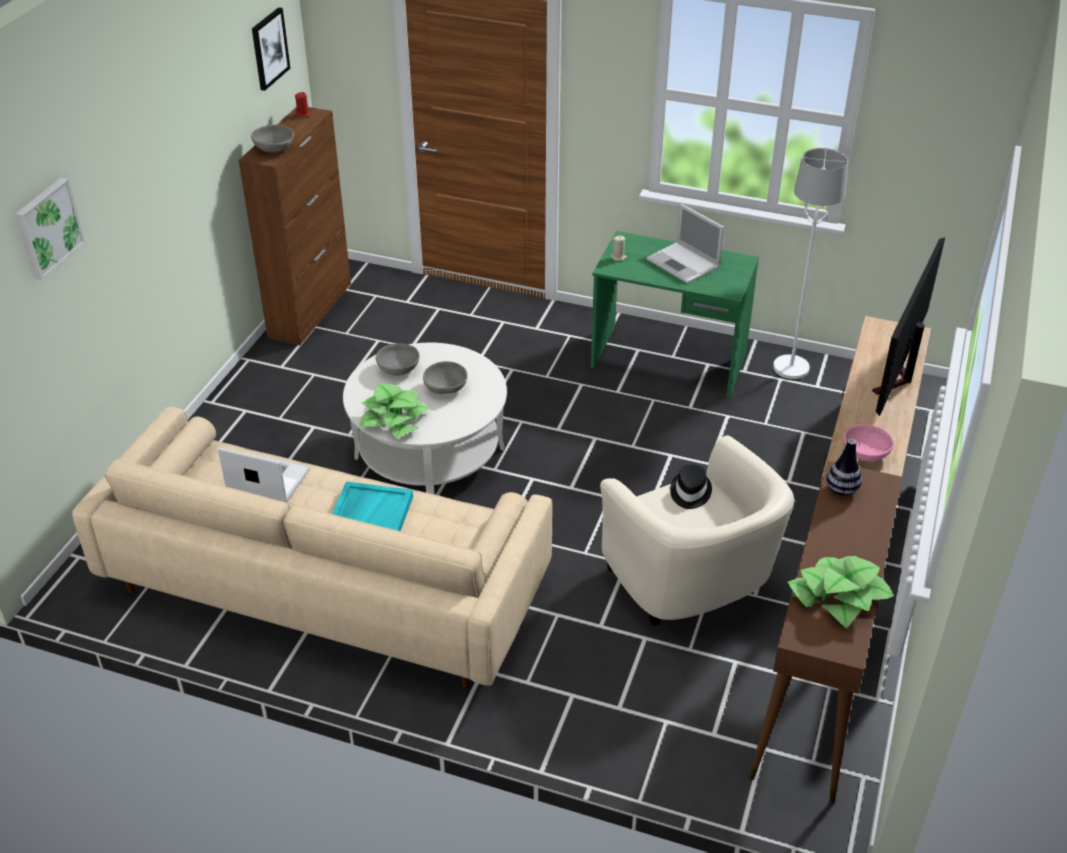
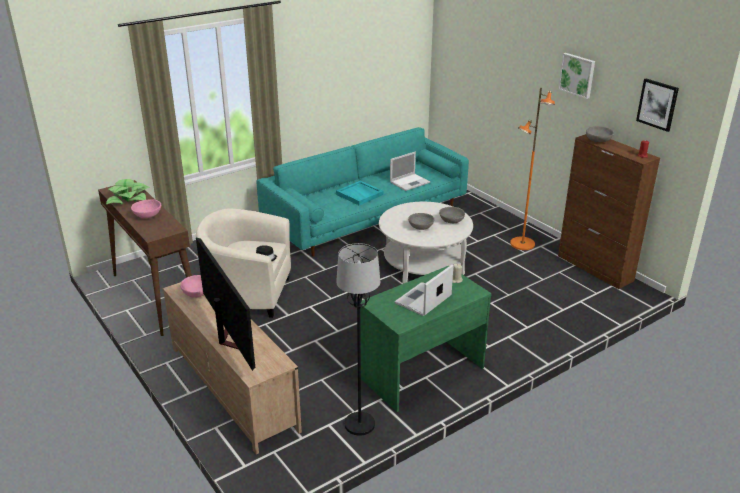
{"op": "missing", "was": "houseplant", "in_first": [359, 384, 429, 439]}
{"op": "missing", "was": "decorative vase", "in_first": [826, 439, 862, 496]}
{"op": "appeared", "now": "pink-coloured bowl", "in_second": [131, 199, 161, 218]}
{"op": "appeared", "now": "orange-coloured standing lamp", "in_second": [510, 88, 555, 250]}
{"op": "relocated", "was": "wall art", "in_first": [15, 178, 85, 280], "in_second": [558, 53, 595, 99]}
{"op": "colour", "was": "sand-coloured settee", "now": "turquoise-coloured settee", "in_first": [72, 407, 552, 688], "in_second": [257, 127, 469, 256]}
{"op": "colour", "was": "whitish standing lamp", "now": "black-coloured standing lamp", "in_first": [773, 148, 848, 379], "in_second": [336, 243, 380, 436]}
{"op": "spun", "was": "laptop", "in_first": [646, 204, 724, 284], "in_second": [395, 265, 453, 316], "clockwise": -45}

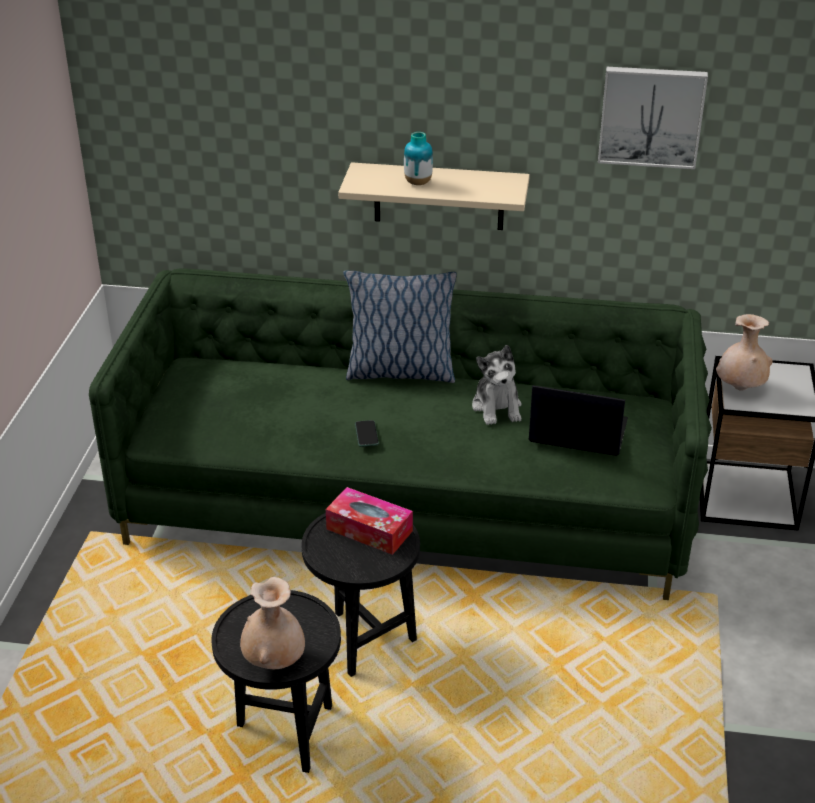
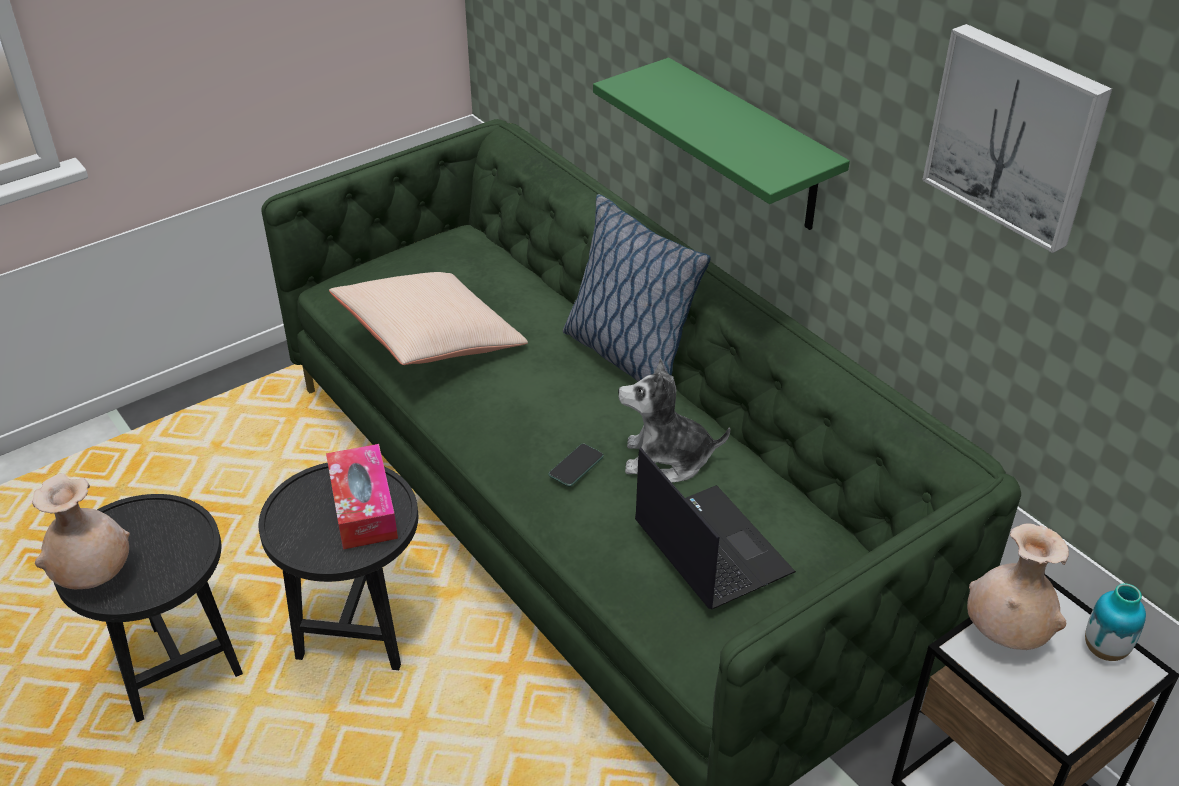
{"op": "appeared", "now": "sand-coloured cushion", "in_second": [329, 272, 528, 365]}
{"op": "relocated", "was": "phone", "in_first": [355, 420, 379, 447], "in_second": [548, 444, 604, 487]}
{"op": "relocated", "was": "decorative vase", "in_first": [404, 132, 433, 185], "in_second": [1085, 583, 1146, 661]}
{"op": "colour", "was": "sand-coloured bracket shelf", "now": "greenish bracket shelf", "in_first": [338, 162, 530, 230], "in_second": [593, 58, 850, 230]}
{"op": "spun", "was": "soft toy", "in_first": [472, 345, 522, 425], "in_second": [618, 358, 730, 483], "clockwise": 60}

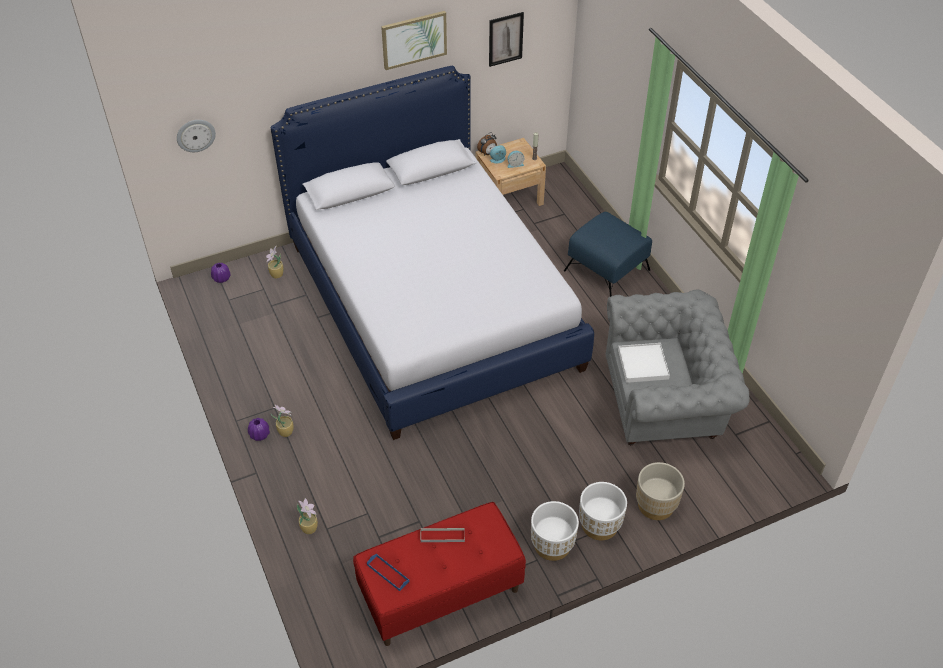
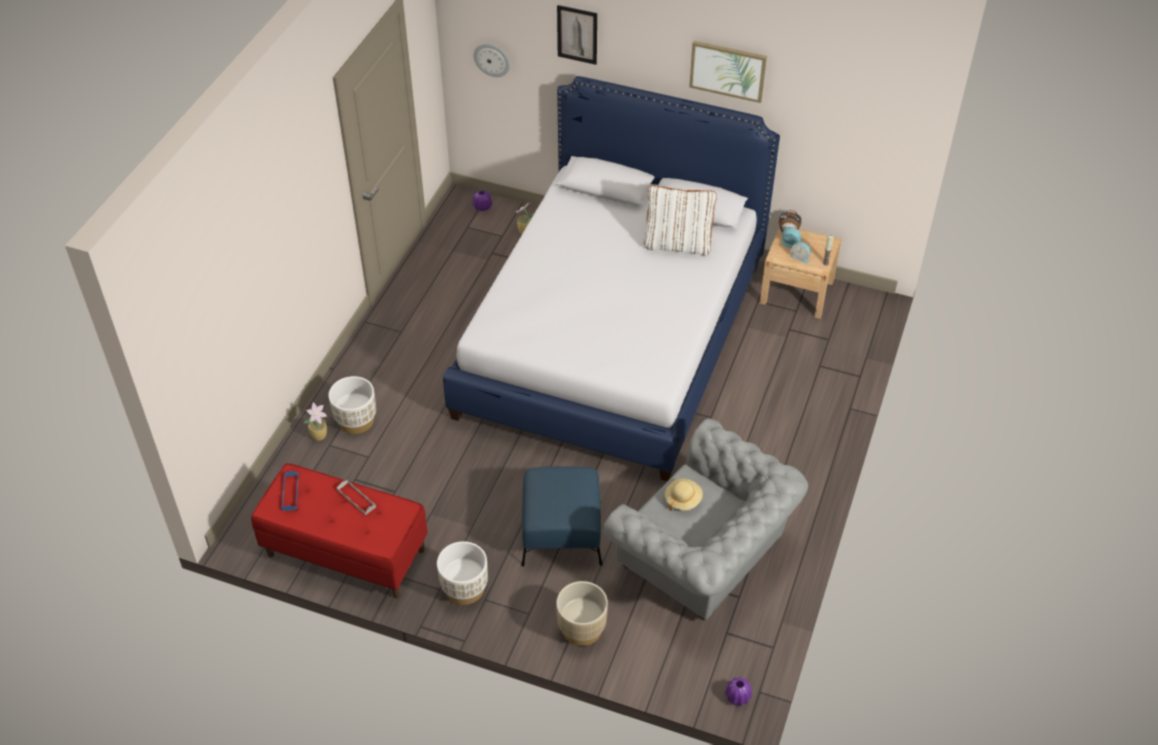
{"op": "missing", "was": "houseplant", "in_first": [271, 405, 293, 437]}
{"op": "appeared", "now": "whitish cushion", "in_second": [644, 185, 717, 255]}
{"op": "relocated", "was": "purple-coloured decorative vase", "in_first": [248, 418, 270, 441], "in_second": [725, 677, 752, 706]}
{"op": "relocated", "was": "wall art", "in_first": [489, 12, 524, 67], "in_second": [557, 5, 597, 65]}
{"op": "relocated", "was": "blue-coloured pouffe", "in_first": [564, 212, 652, 297], "in_second": [521, 467, 602, 567]}
{"op": "relocated", "was": "whitish planter", "in_first": [579, 482, 627, 540], "in_second": [329, 376, 376, 434]}
{"op": "exchanged", "was": "whitish carrying tray", "now": "sand-coloured wearable hat", "in_first": [618, 343, 670, 383], "in_second": [665, 479, 703, 511]}

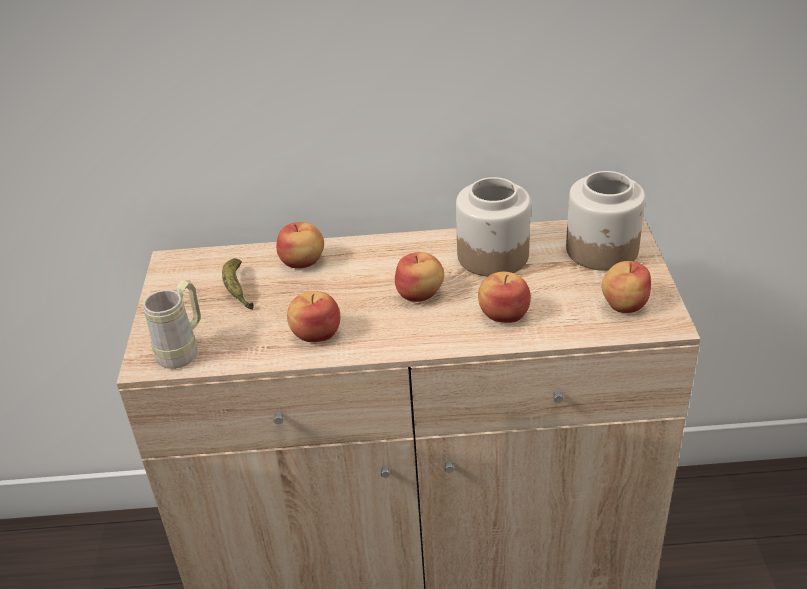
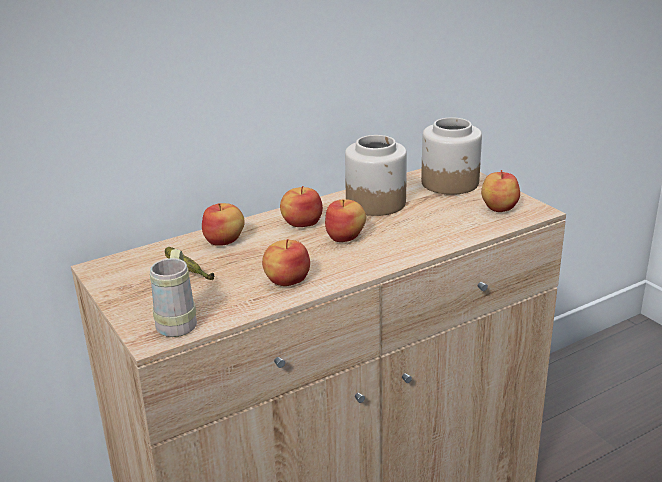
{"op": "relocated", "was": "whole apple", "in_first": [478, 272, 531, 323], "in_second": [280, 186, 323, 227]}

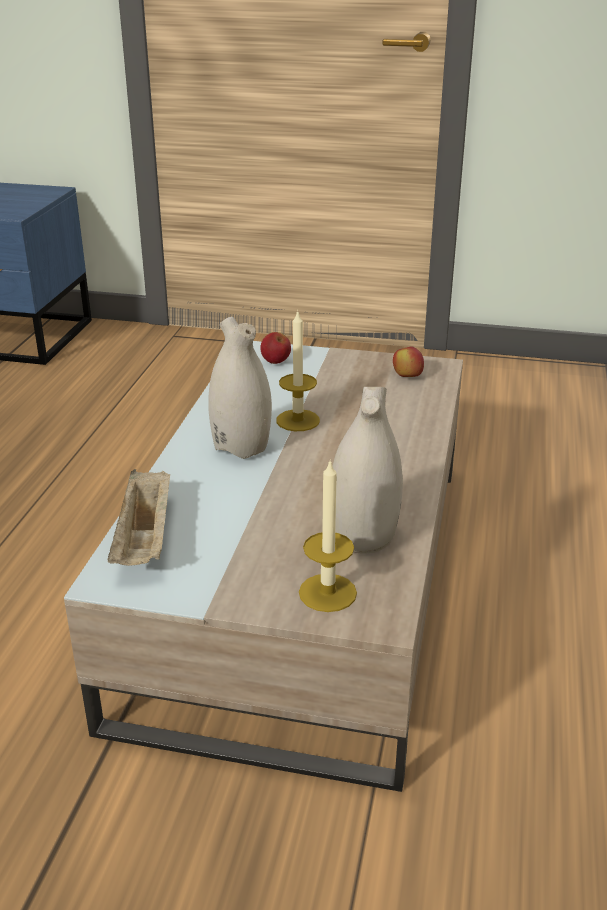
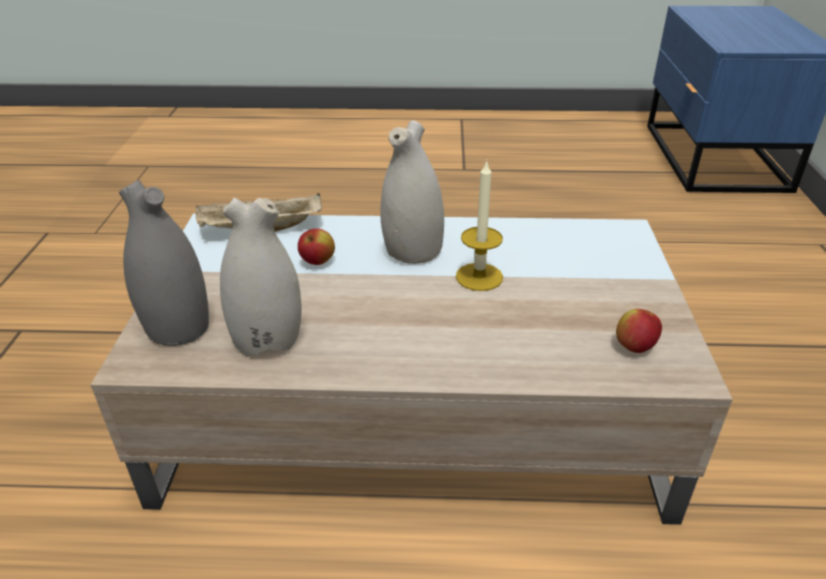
{"op": "relocated", "was": "whole apple", "in_first": [260, 332, 291, 364], "in_second": [298, 228, 335, 265]}
{"op": "exchanged", "was": "wax light", "now": "gray decorative vase", "in_first": [299, 459, 357, 612], "in_second": [119, 180, 209, 346]}

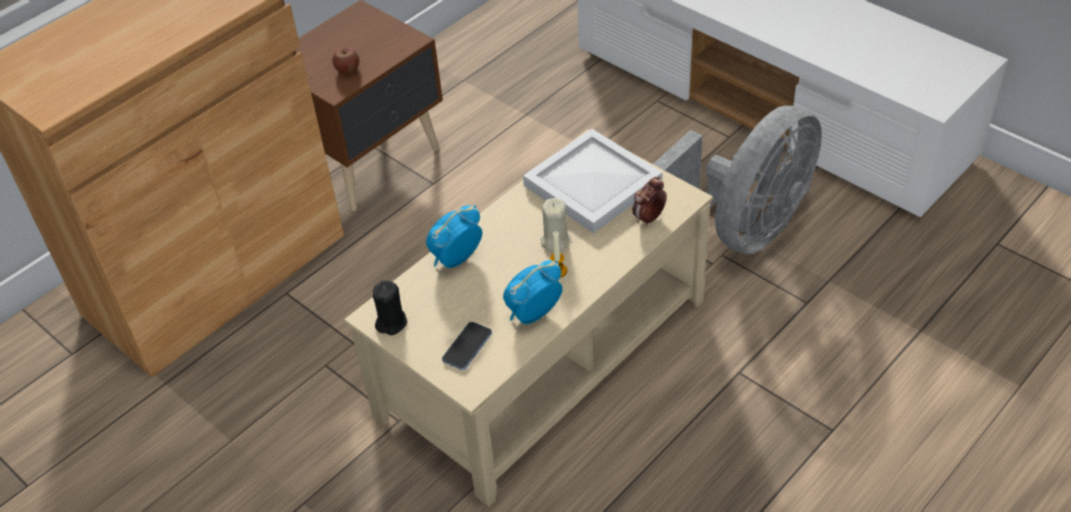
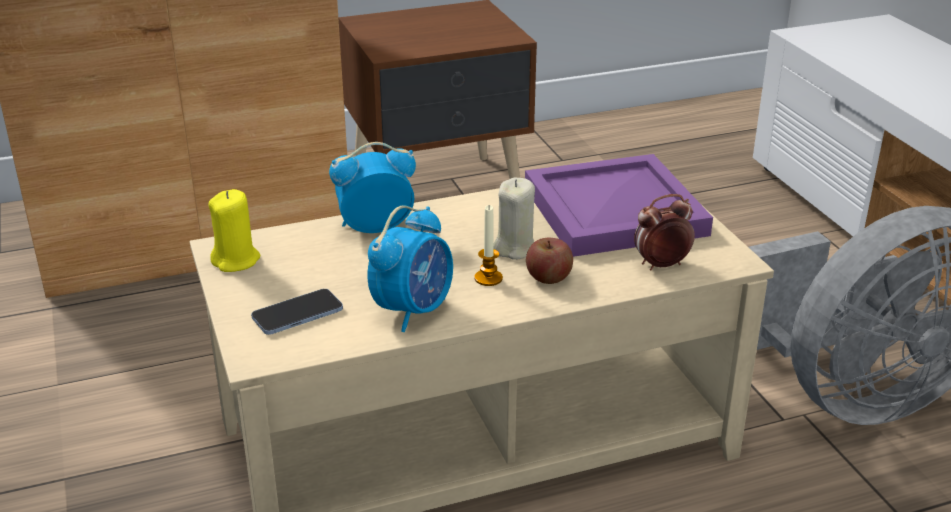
{"op": "relocated", "was": "whole apple", "in_first": [332, 47, 359, 74], "in_second": [526, 238, 573, 284]}
{"op": "colour", "was": "black-coloured wax light", "now": "yellow-coloured wax light", "in_first": [373, 280, 408, 335], "in_second": [208, 189, 260, 272]}
{"op": "colour", "was": "whitish carrying tray", "now": "purple-coloured carrying tray", "in_first": [523, 129, 663, 233], "in_second": [525, 154, 713, 257]}
{"op": "spun", "was": "alarm clock", "in_first": [503, 260, 563, 324], "in_second": [368, 206, 453, 332], "clockwise": 135}

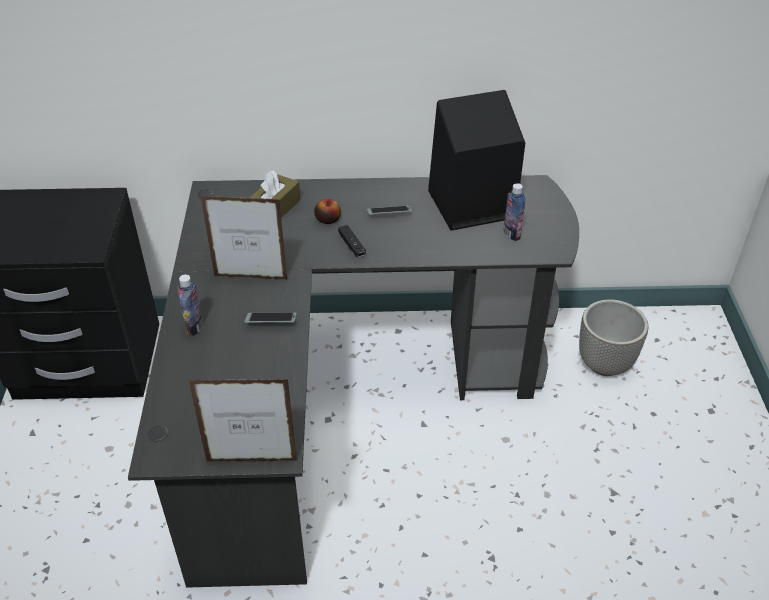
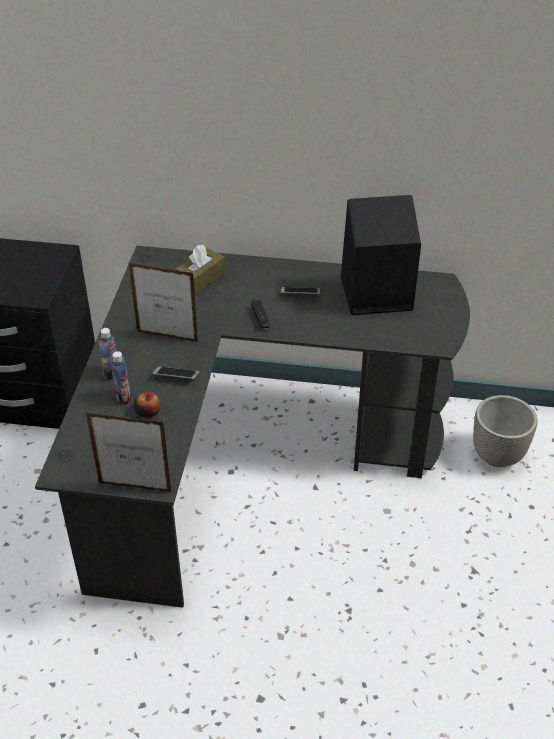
{"op": "relocated", "was": "whole apple", "in_first": [314, 199, 341, 224], "in_second": [134, 392, 161, 418]}
{"op": "relocated", "was": "bottle", "in_first": [503, 183, 525, 241], "in_second": [111, 351, 131, 404]}

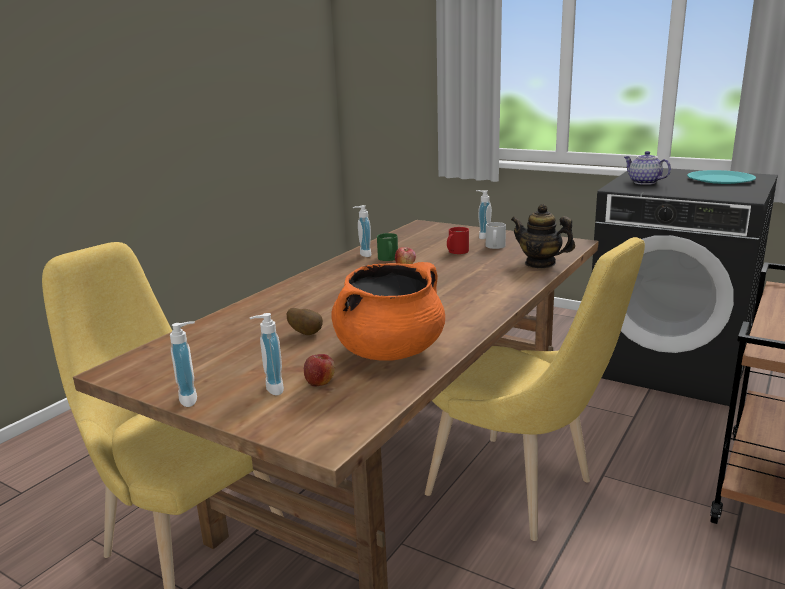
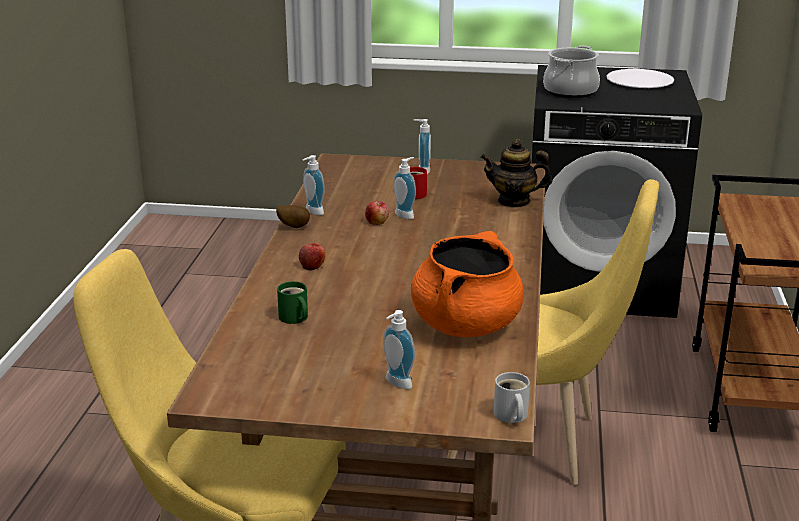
{"op": "relocated", "was": "soap bottle", "in_first": [170, 321, 197, 407], "in_second": [393, 157, 416, 219]}
{"op": "relocated", "was": "potato", "in_first": [287, 308, 323, 335], "in_second": [276, 205, 310, 228]}
{"op": "relocated", "was": "whole apple", "in_first": [304, 354, 335, 387], "in_second": [299, 243, 326, 270]}
{"op": "relocated", "was": "greenish mug", "in_first": [377, 233, 398, 261], "in_second": [277, 281, 308, 324]}
{"op": "relocated", "was": "whitish mug", "in_first": [486, 222, 506, 249], "in_second": [494, 372, 530, 423]}
{"op": "exchanged", "was": "teapot", "now": "stockpot", "in_first": [624, 151, 671, 185], "in_second": [543, 46, 600, 98]}
{"op": "colour", "was": "turquoise-coloured plate", "now": "whitish plate", "in_first": [687, 170, 756, 184], "in_second": [607, 69, 674, 88]}

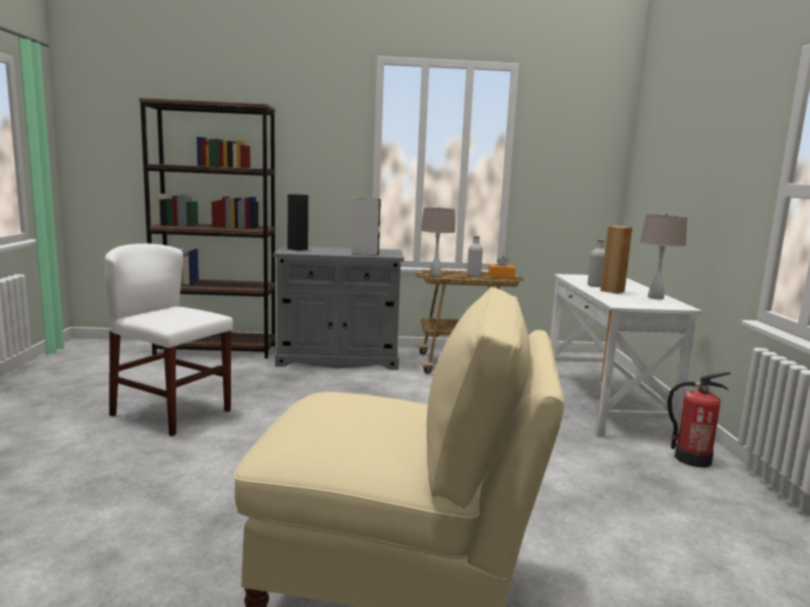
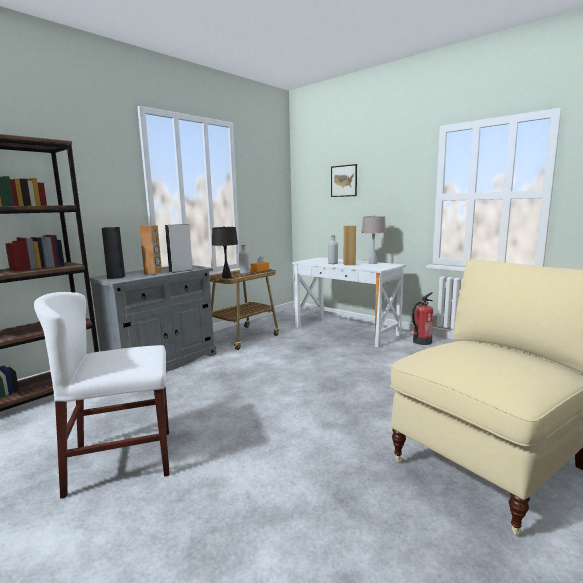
{"op": "appeared", "now": "brownish loudspeaker", "in_second": [139, 225, 162, 274]}
{"op": "appeared", "now": "wall art", "in_second": [331, 164, 357, 197]}
{"op": "colour", "was": "sand-coloured table lamp", "now": "black-coloured table lamp", "in_first": [421, 207, 455, 277], "in_second": [212, 226, 238, 278]}

